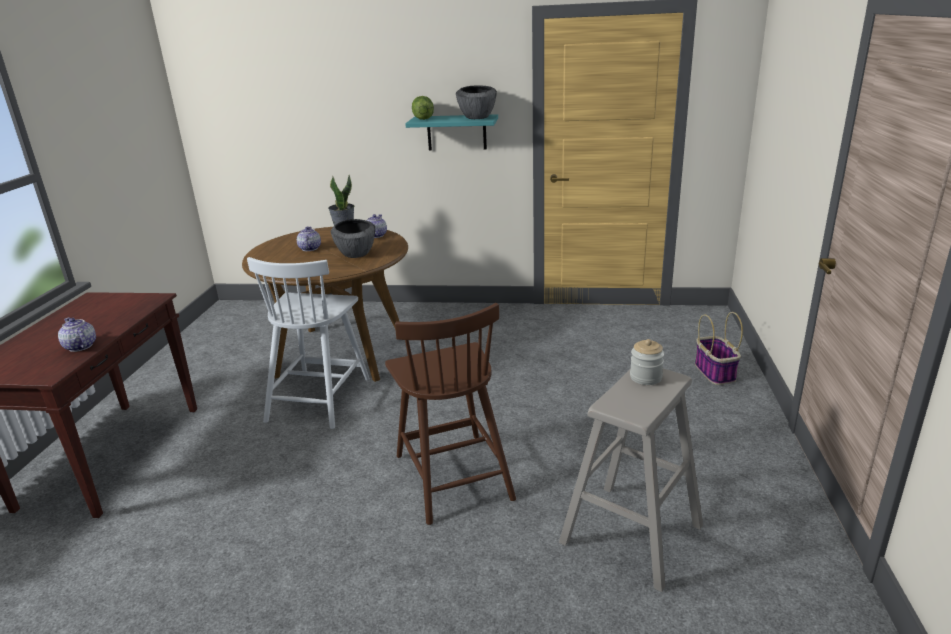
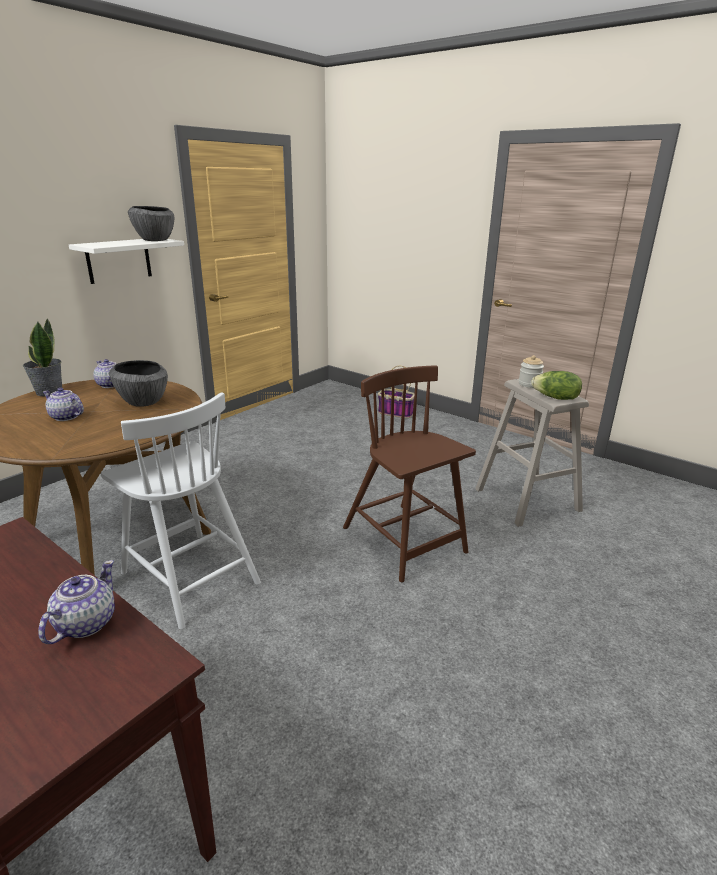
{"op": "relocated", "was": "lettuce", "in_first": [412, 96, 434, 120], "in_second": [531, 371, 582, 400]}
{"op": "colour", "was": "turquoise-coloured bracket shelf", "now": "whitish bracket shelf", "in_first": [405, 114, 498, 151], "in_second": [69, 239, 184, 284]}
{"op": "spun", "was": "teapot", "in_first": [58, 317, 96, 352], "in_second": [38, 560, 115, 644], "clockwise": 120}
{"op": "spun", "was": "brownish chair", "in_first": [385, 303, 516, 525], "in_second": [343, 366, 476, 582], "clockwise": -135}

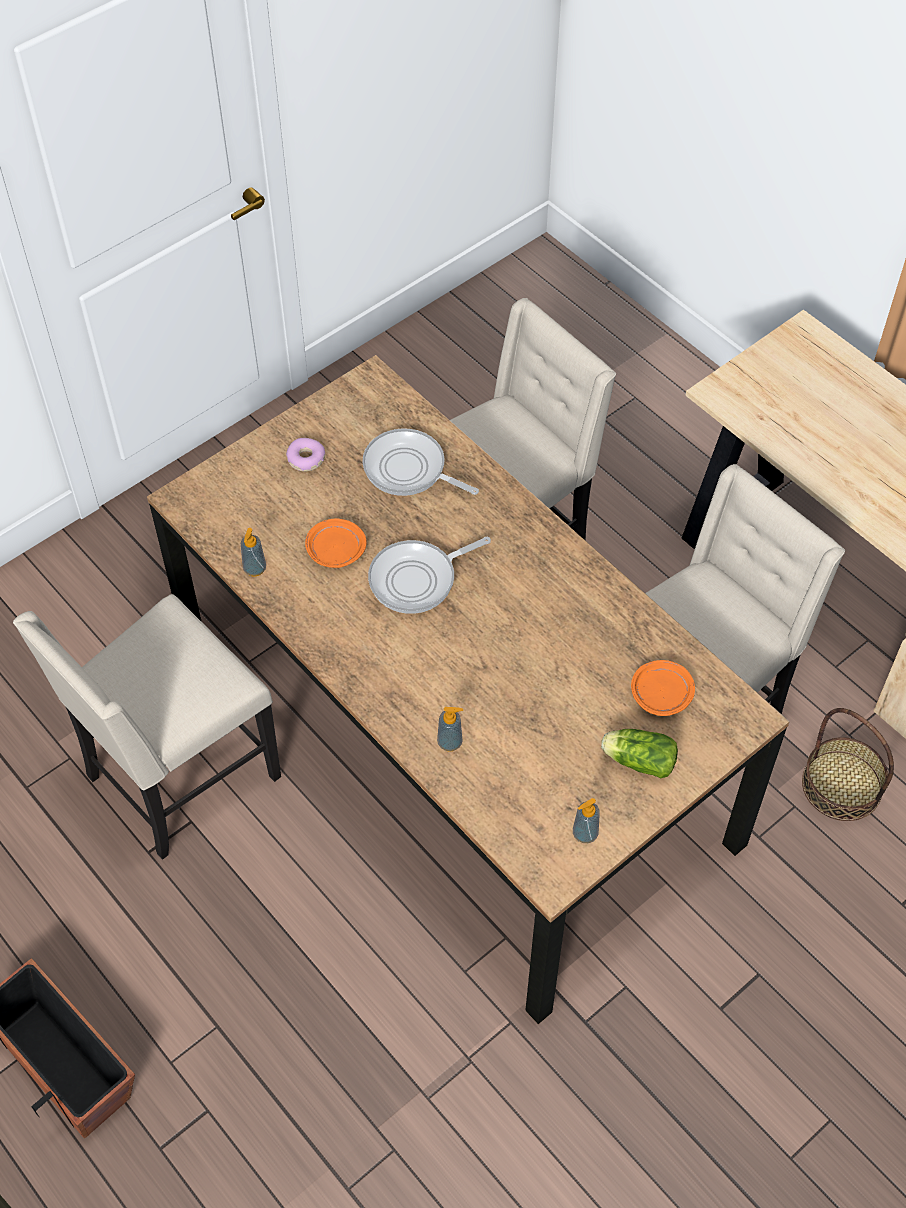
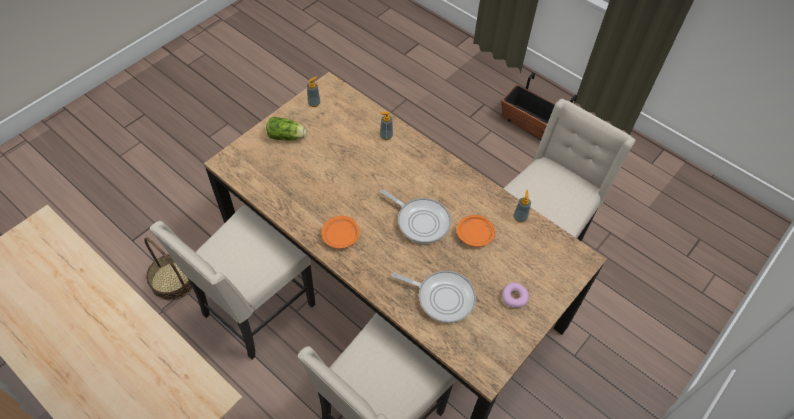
{"op": "relocated", "was": "orange-coloured plate", "in_first": [631, 660, 695, 716], "in_second": [321, 216, 360, 249]}
{"op": "spun", "was": "frying pan", "in_first": [368, 537, 491, 614], "in_second": [381, 189, 451, 244], "clockwise": 75}

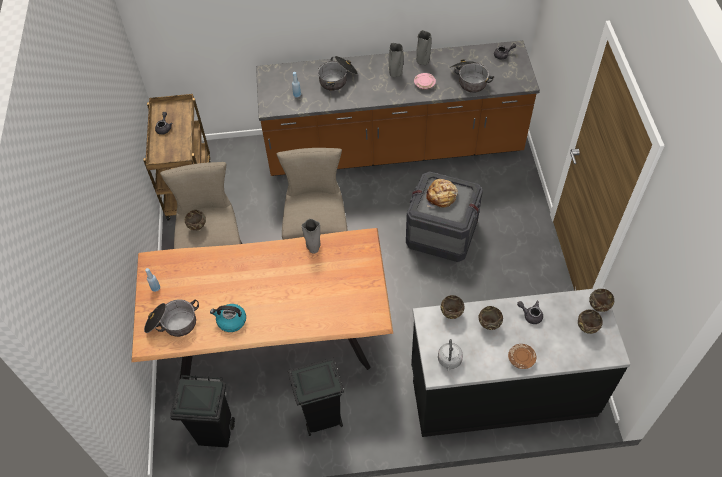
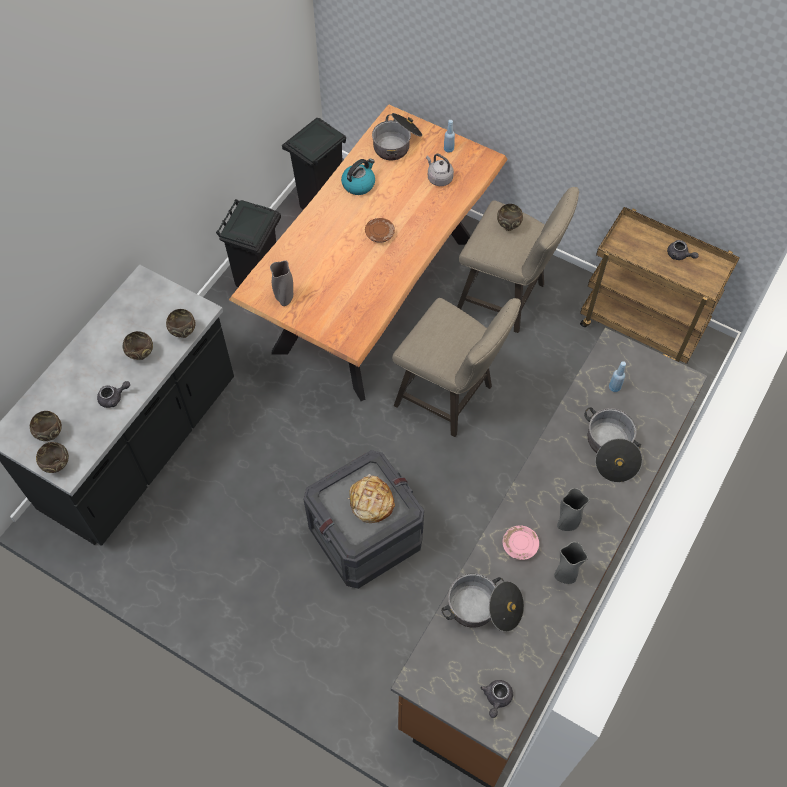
{"op": "relocated", "was": "gray decorative vase", "in_first": [302, 219, 321, 253], "in_second": [270, 261, 293, 306]}
{"op": "relocated", "was": "gray water kettle", "in_first": [438, 339, 463, 371], "in_second": [426, 154, 454, 186]}
{"op": "relocated", "was": "brownish plate", "in_first": [508, 344, 536, 369], "in_second": [365, 218, 395, 243]}

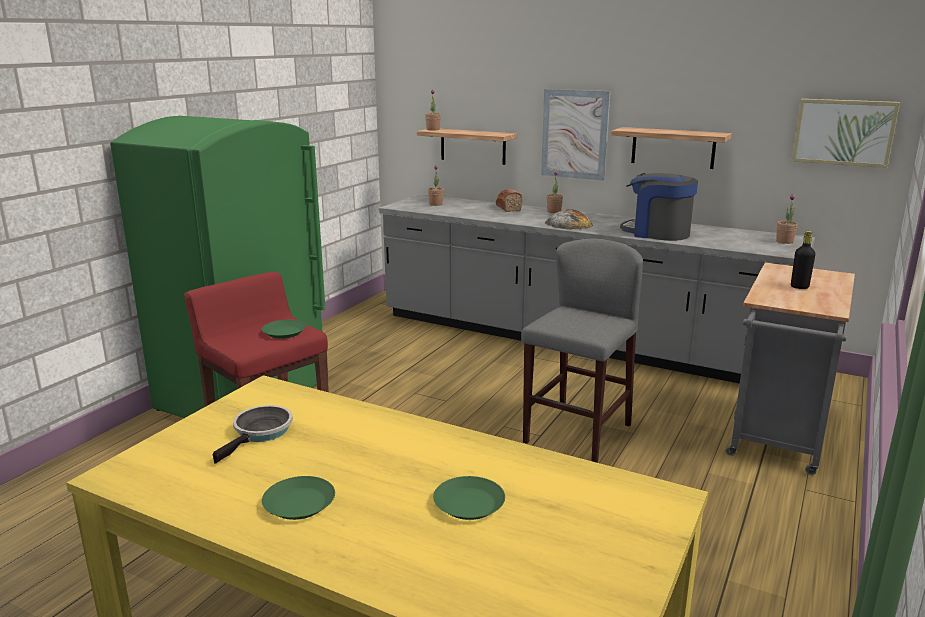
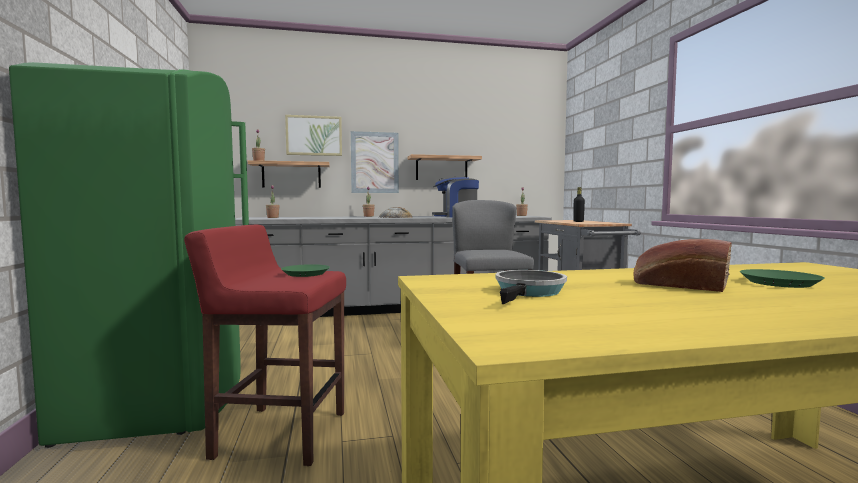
{"op": "missing", "was": "greenish plate", "in_first": [262, 476, 335, 520]}
{"op": "relocated", "was": "bakery bread", "in_first": [496, 189, 523, 212], "in_second": [633, 239, 732, 292]}
{"op": "relocated", "was": "wall art", "in_first": [792, 99, 900, 168], "in_second": [285, 115, 342, 156]}
{"op": "spun", "was": "frying pan", "in_first": [213, 405, 293, 464], "in_second": [495, 270, 567, 304], "clockwise": 45}

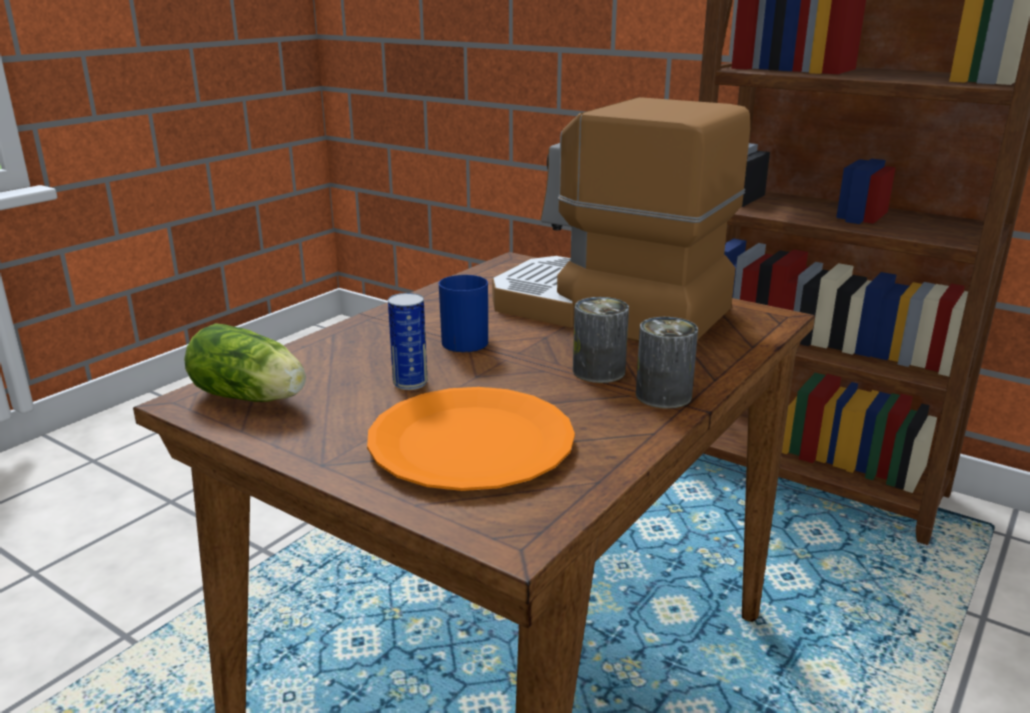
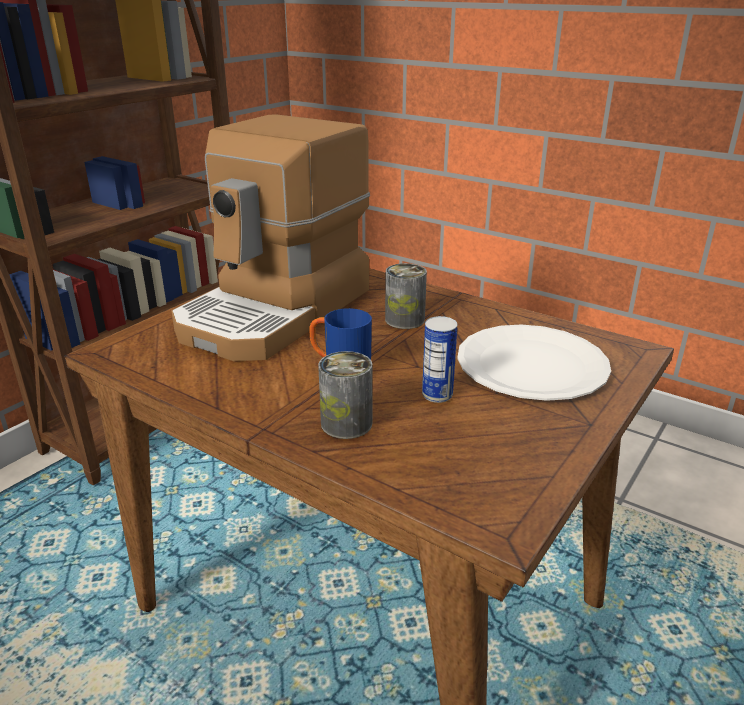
{"op": "missing", "was": "lettuce", "in_first": [184, 323, 306, 402]}
{"op": "relocated", "was": "sealed can", "in_first": [636, 317, 698, 409], "in_second": [318, 351, 372, 439]}
{"op": "colour", "was": "orange-coloured plate", "now": "whitish plate", "in_first": [367, 387, 575, 491], "in_second": [457, 325, 611, 401]}

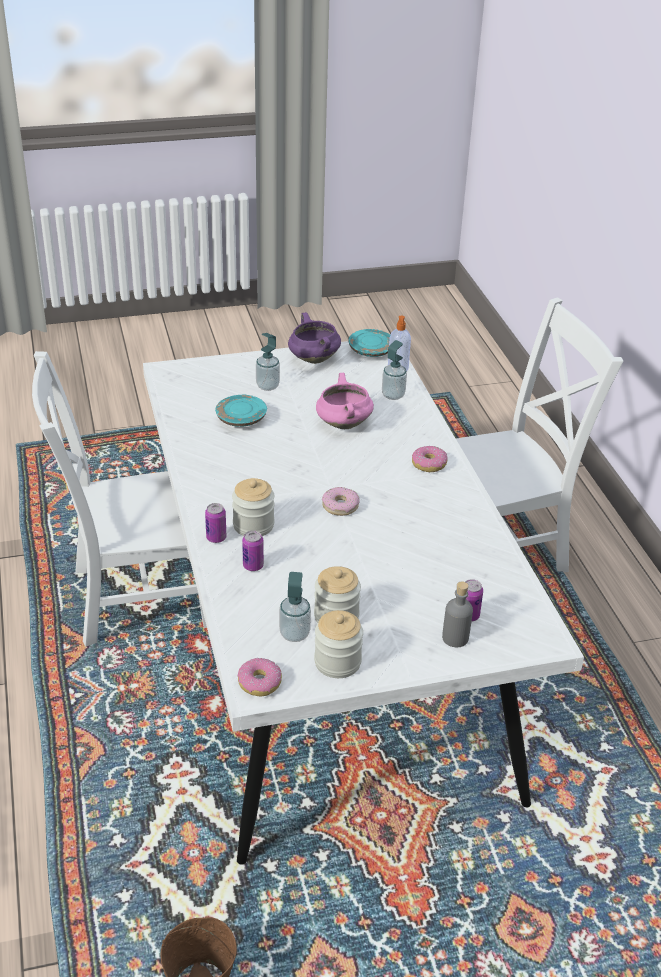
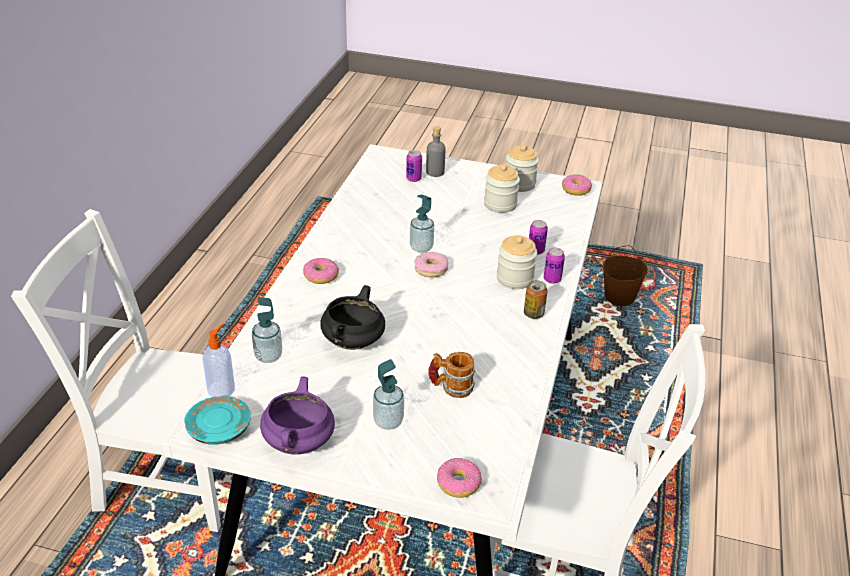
{"op": "appeared", "now": "doughnut", "in_second": [437, 458, 482, 498]}
{"op": "appeared", "now": "sealed can", "in_second": [524, 280, 548, 319]}
{"op": "relocated", "was": "soap bottle", "in_first": [279, 572, 311, 642], "in_second": [410, 194, 434, 253]}
{"op": "exchanged", "was": "turquoise-coloured plate", "now": "mug", "in_first": [215, 395, 267, 426], "in_second": [428, 352, 475, 398]}
{"op": "colour", "was": "pink-coloured stockpot", "now": "black-coloured stockpot", "in_first": [316, 373, 374, 429], "in_second": [320, 285, 385, 350]}

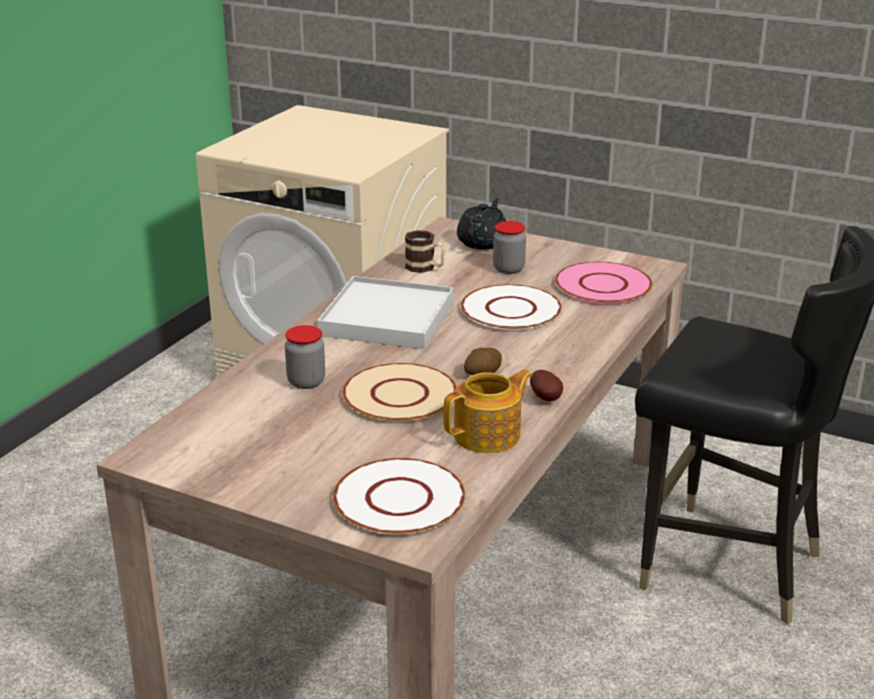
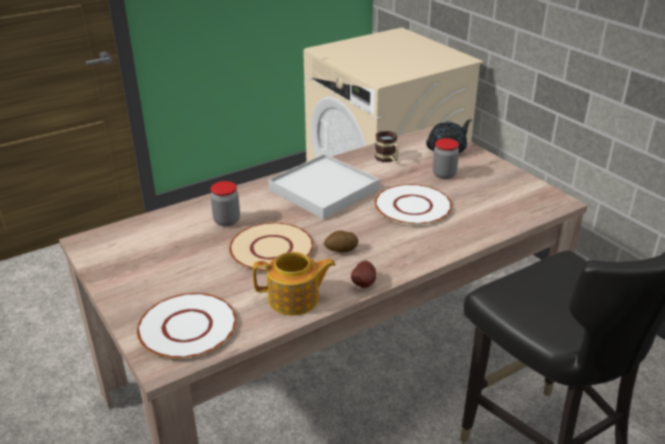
{"op": "missing", "was": "pink-coloured plate", "in_first": [555, 261, 652, 304]}

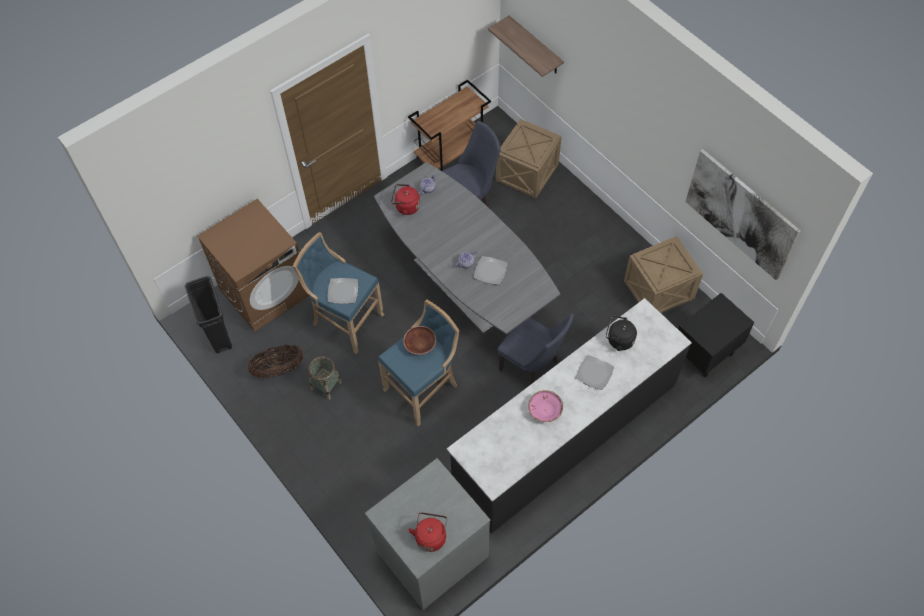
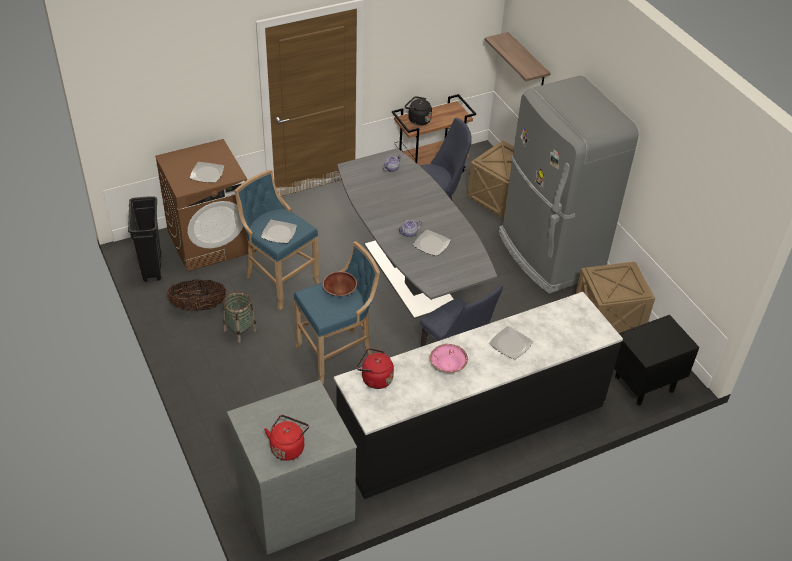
{"op": "missing", "was": "wall art", "in_first": [685, 149, 801, 280]}
{"op": "appeared", "now": "plate", "in_second": [190, 162, 224, 183]}
{"op": "appeared", "now": "gray kitchen fridge", "in_second": [499, 76, 638, 293]}
{"op": "relocated", "was": "red water kettle", "in_first": [391, 184, 420, 215], "in_second": [357, 348, 394, 389]}
{"op": "relocated", "was": "black-coloured water kettle", "in_first": [606, 315, 637, 351], "in_second": [405, 96, 432, 126]}

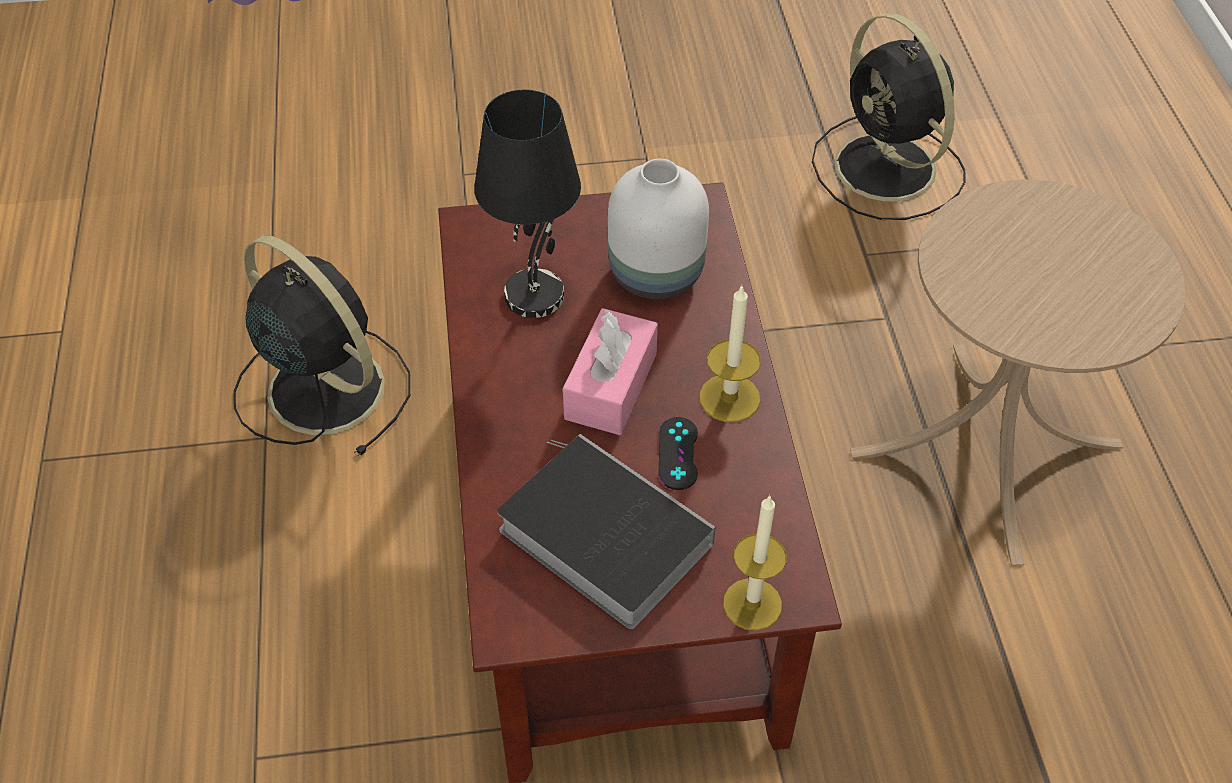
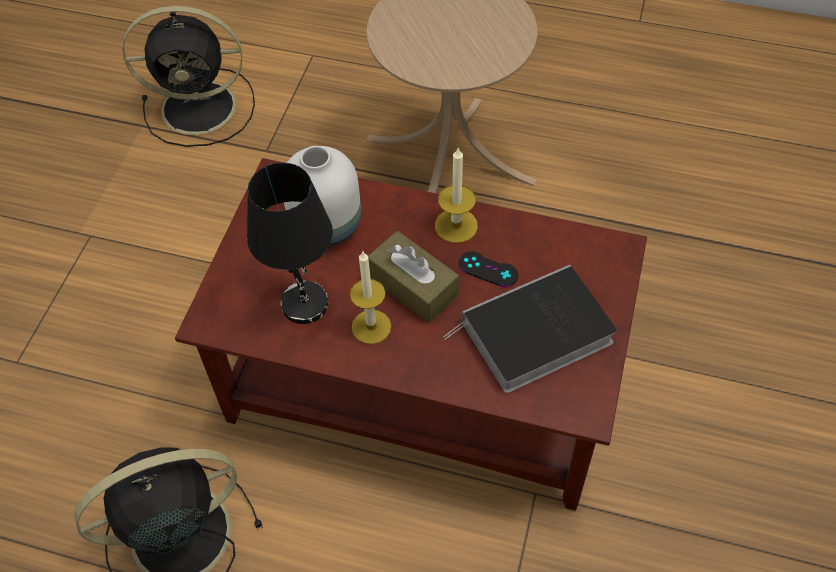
{"op": "relocated", "was": "wax light", "in_first": [723, 494, 786, 631], "in_second": [350, 252, 391, 344]}
{"op": "colour", "was": "pink-coloured tissue box", "now": "brownish tissue box", "in_first": [563, 308, 658, 435], "in_second": [368, 231, 459, 323]}

